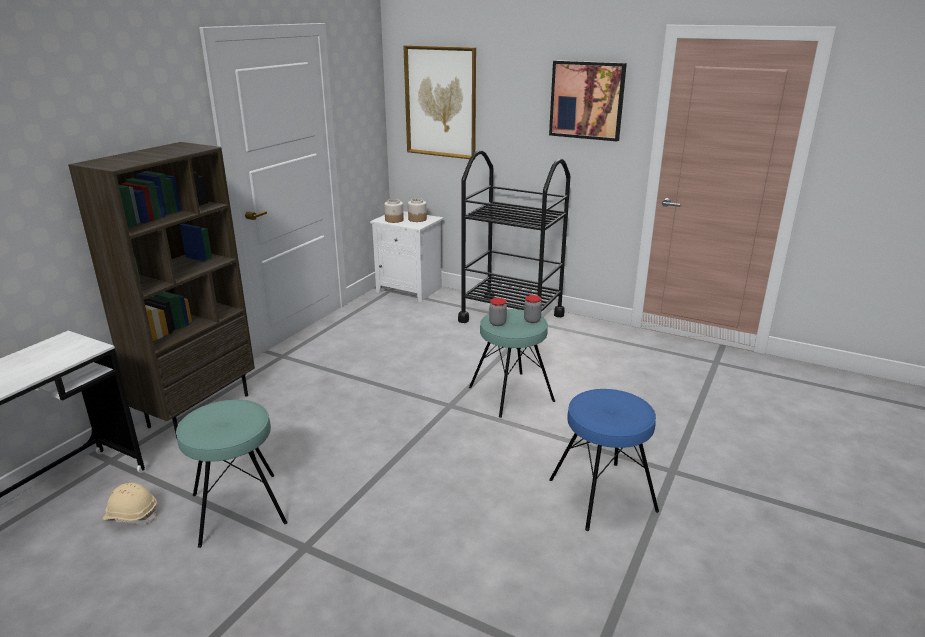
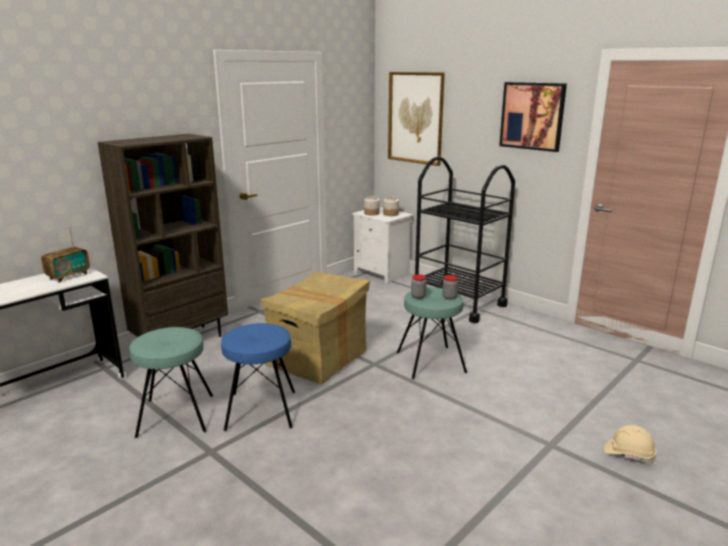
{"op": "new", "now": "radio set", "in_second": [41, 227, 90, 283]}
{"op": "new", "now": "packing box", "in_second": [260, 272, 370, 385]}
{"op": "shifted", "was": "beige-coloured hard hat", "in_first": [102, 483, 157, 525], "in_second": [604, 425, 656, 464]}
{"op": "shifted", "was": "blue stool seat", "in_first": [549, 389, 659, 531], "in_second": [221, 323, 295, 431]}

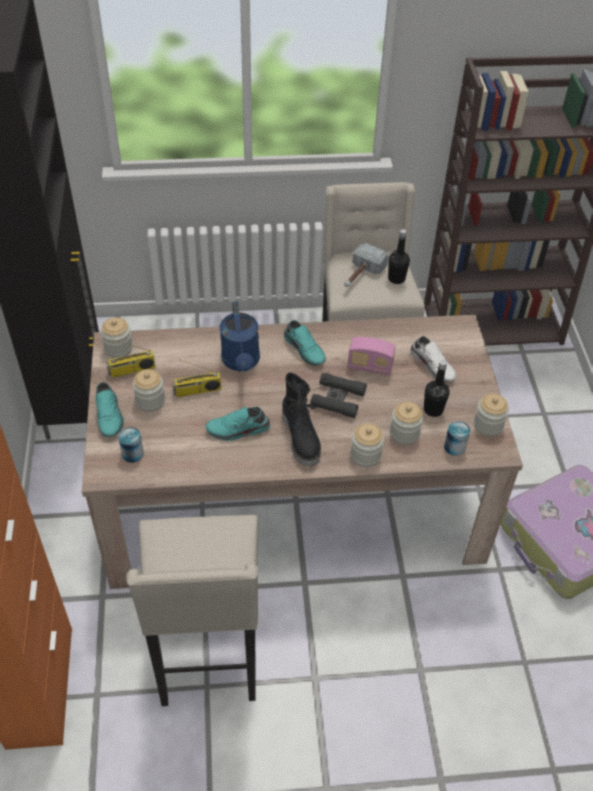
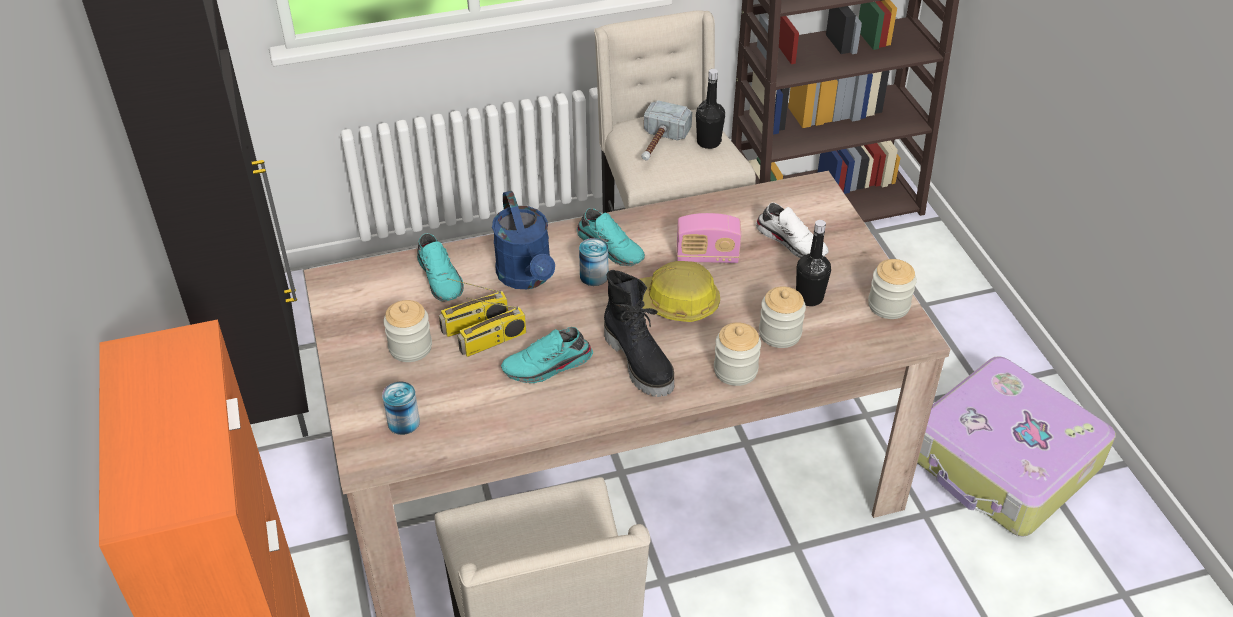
{"op": "gone", "was": "jar", "in_first": [101, 317, 133, 358]}
{"op": "shifted", "was": "turquoise-coloured low shoe", "in_first": [95, 382, 124, 437], "in_second": [417, 233, 464, 302]}
{"op": "shifted", "was": "radio set", "in_first": [106, 340, 156, 378], "in_second": [457, 297, 526, 357]}
{"op": "shifted", "was": "can", "in_first": [444, 421, 470, 456], "in_second": [579, 238, 608, 286]}
{"op": "swapped", "was": "blackish binoculars", "now": "hard hat", "in_first": [310, 373, 367, 418], "in_second": [640, 261, 720, 322]}

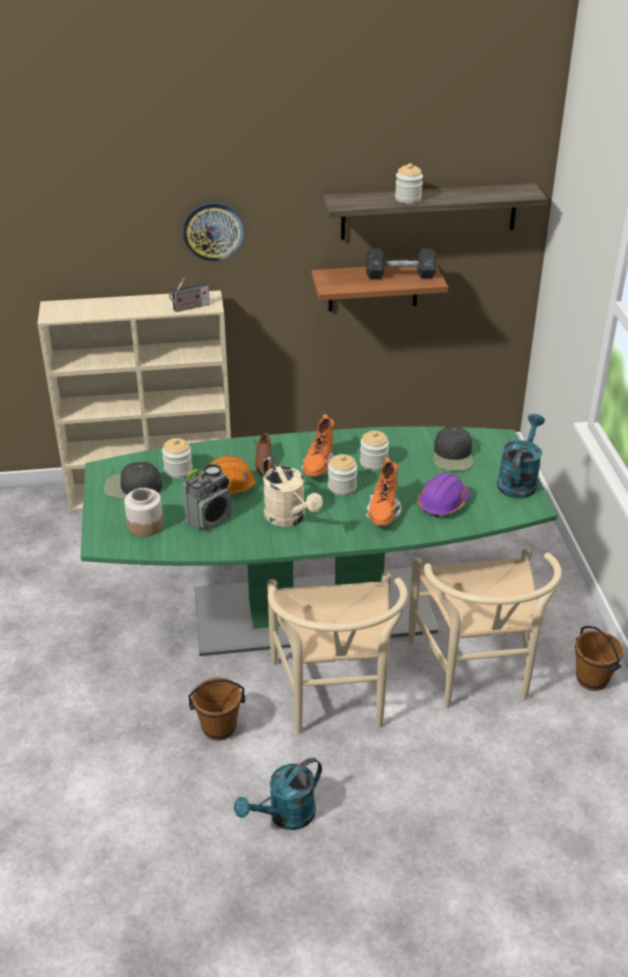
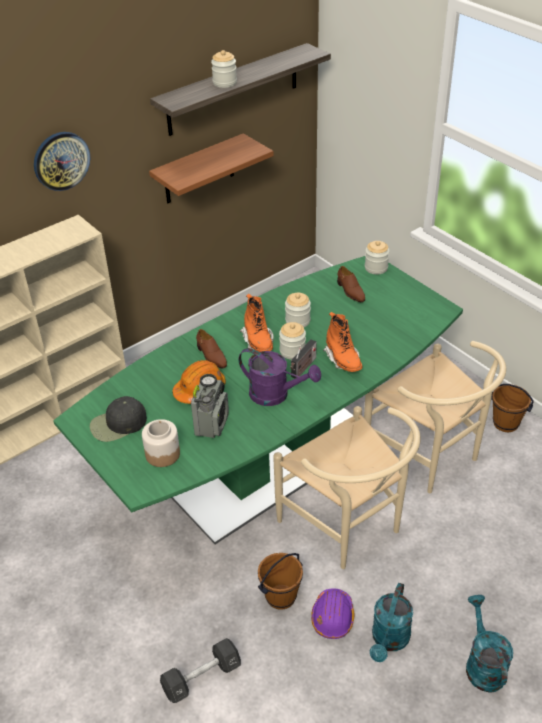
{"op": "shifted", "was": "jar", "in_first": [162, 438, 193, 479], "in_second": [365, 241, 389, 274]}
{"op": "shifted", "was": "radio set", "in_first": [169, 277, 210, 312], "in_second": [290, 339, 316, 379]}
{"op": "shifted", "was": "blackish dumbbell", "in_first": [366, 248, 437, 279], "in_second": [160, 638, 241, 703]}
{"op": "shifted", "was": "purple hard hat", "in_first": [417, 472, 470, 517], "in_second": [311, 588, 355, 639]}
{"op": "shifted", "was": "turquoise-coloured sprinkling can", "in_first": [497, 414, 545, 498], "in_second": [466, 595, 513, 692]}
{"op": "swapped", "was": "blackish cap", "now": "brown low shoe", "in_first": [433, 426, 473, 471], "in_second": [337, 266, 365, 302]}
{"op": "repainted", "was": "beige-coloured sprinkling can", "now": "purple sprinkling can", "in_first": [263, 457, 323, 527], "in_second": [239, 348, 321, 406]}

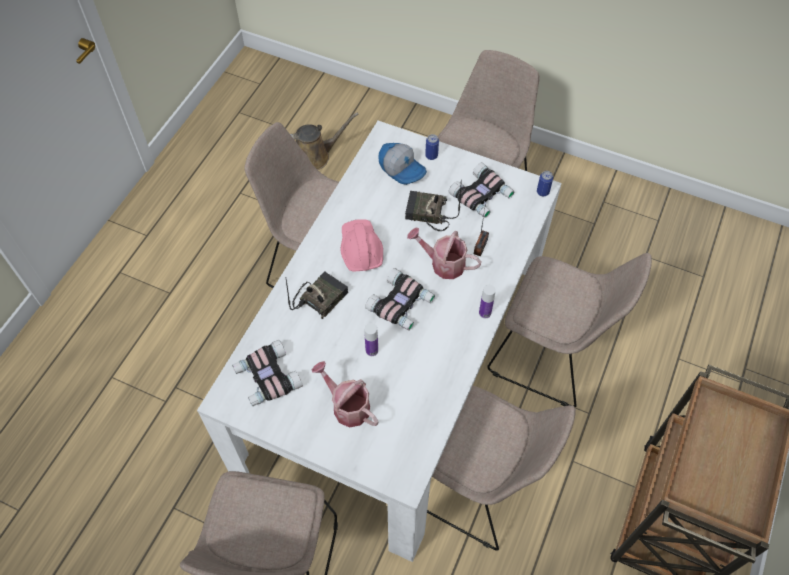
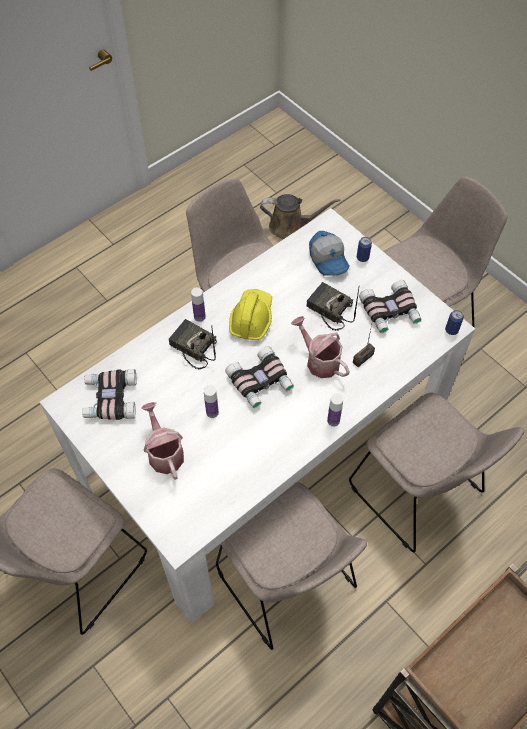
{"op": "new", "now": "bottle", "in_second": [191, 287, 206, 322]}
{"op": "repainted", "was": "pink-coloured hard hat", "now": "yellow-coloured hard hat", "in_first": [341, 220, 383, 272], "in_second": [229, 289, 272, 340]}
{"op": "rotated", "was": "radio set", "in_first": [286, 271, 348, 319], "in_second": [169, 319, 217, 370], "clockwise": -120}

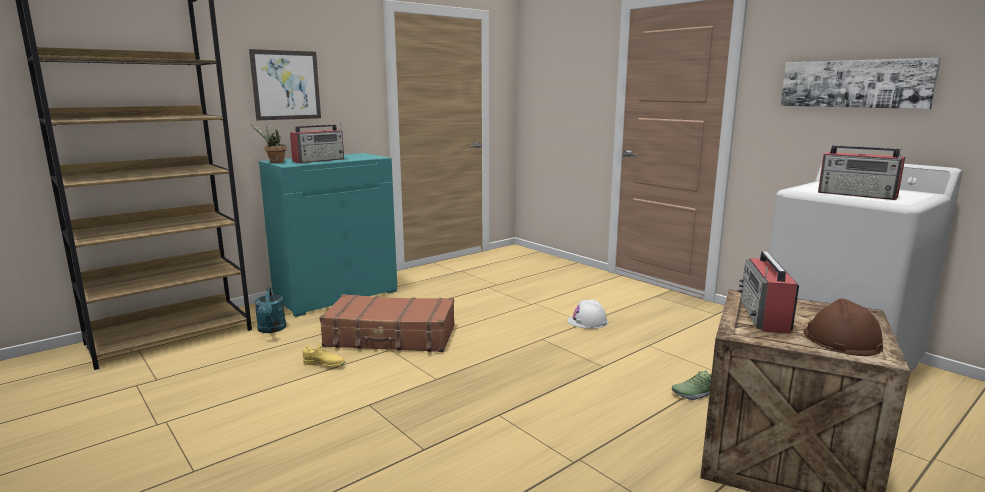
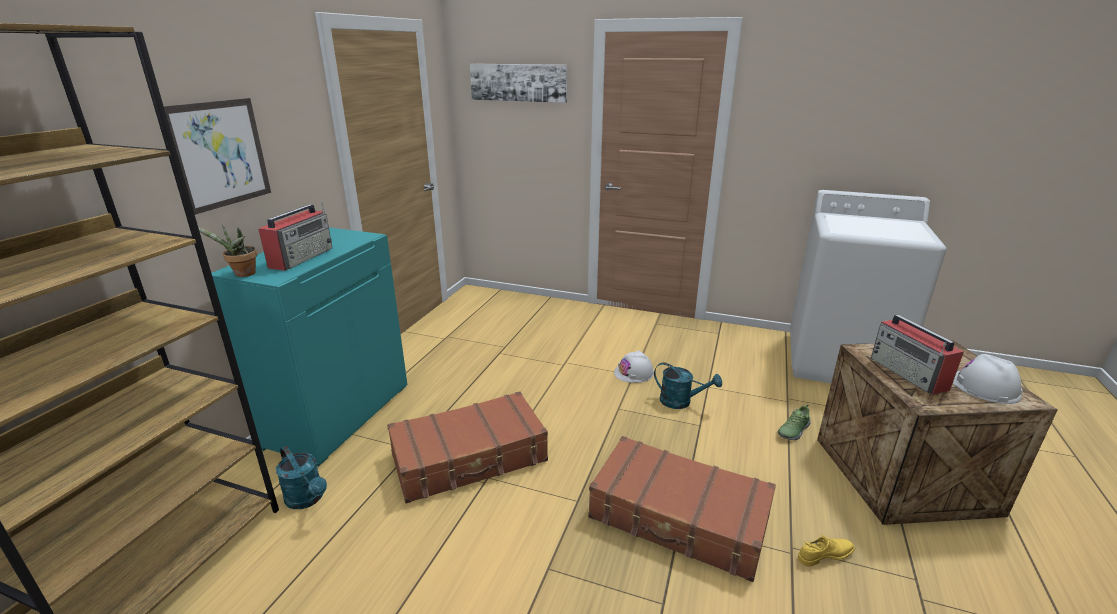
{"op": "gone", "was": "radio set", "in_first": [818, 145, 905, 200]}
{"op": "new", "now": "brown travel case", "in_second": [588, 436, 776, 582]}
{"op": "new", "now": "turquoise-coloured sprinkling can", "in_second": [654, 362, 722, 409]}
{"op": "shifted", "was": "yellow-coloured low shoe", "in_first": [302, 343, 345, 367], "in_second": [798, 534, 855, 567]}
{"op": "shifted", "was": "wall art", "in_first": [781, 58, 941, 109], "in_second": [470, 64, 567, 103]}
{"op": "repainted", "was": "brown hard hat", "now": "whitish hard hat", "in_first": [804, 298, 883, 356], "in_second": [953, 354, 1023, 404]}

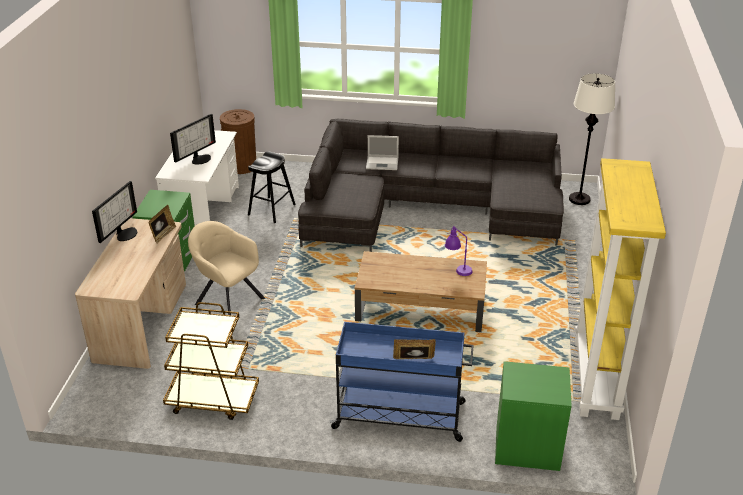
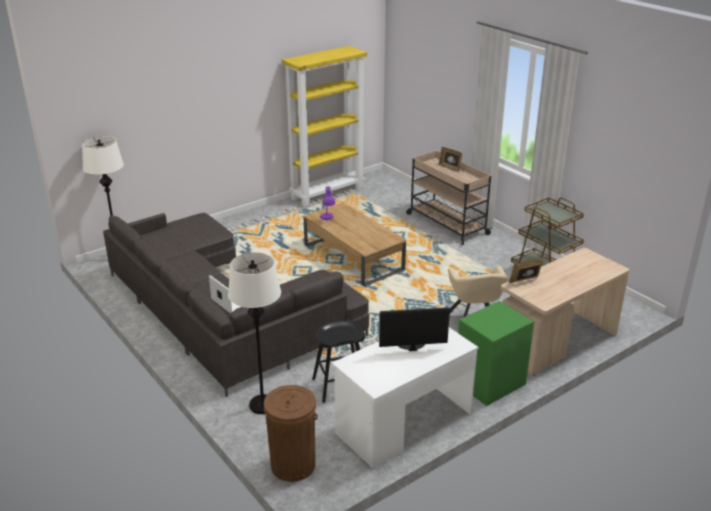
{"op": "gone", "was": "computer screen", "in_first": [92, 181, 137, 243]}
{"op": "gone", "was": "green nightstand", "in_first": [495, 361, 572, 471]}
{"op": "new", "now": "whitish standard lamp", "in_second": [228, 252, 281, 414]}
{"op": "repainted", "was": "blue wheeled cart", "now": "beige-coloured wheeled cart", "in_first": [330, 322, 474, 442], "in_second": [406, 150, 492, 245]}

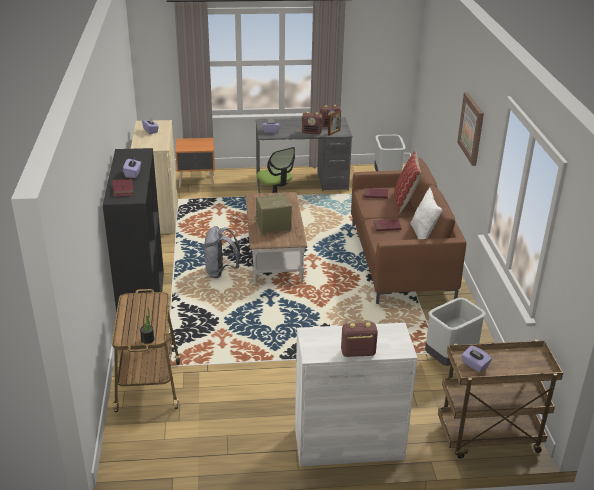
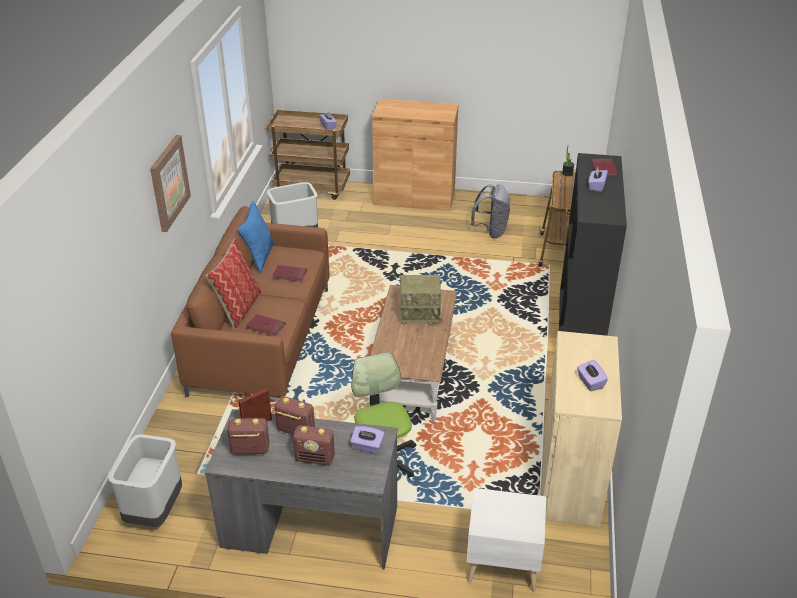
{"op": "shifted", "was": "grey backpack", "in_first": [203, 226, 240, 278], "in_second": [471, 184, 511, 238]}
{"op": "shifted", "was": "radio set", "in_first": [341, 323, 378, 357], "in_second": [293, 425, 335, 465]}
{"op": "repainted", "was": "orangey nightstand", "now": "whitish nightstand", "in_first": [175, 138, 215, 188], "in_second": [467, 488, 546, 592]}
{"op": "repainted", "was": "whitish cabinet", "now": "brown cabinet", "in_first": [295, 323, 417, 466], "in_second": [372, 99, 459, 211]}
{"op": "repainted", "was": "whitish cushion", "now": "blue cushion", "in_first": [410, 188, 443, 239], "in_second": [238, 201, 275, 273]}

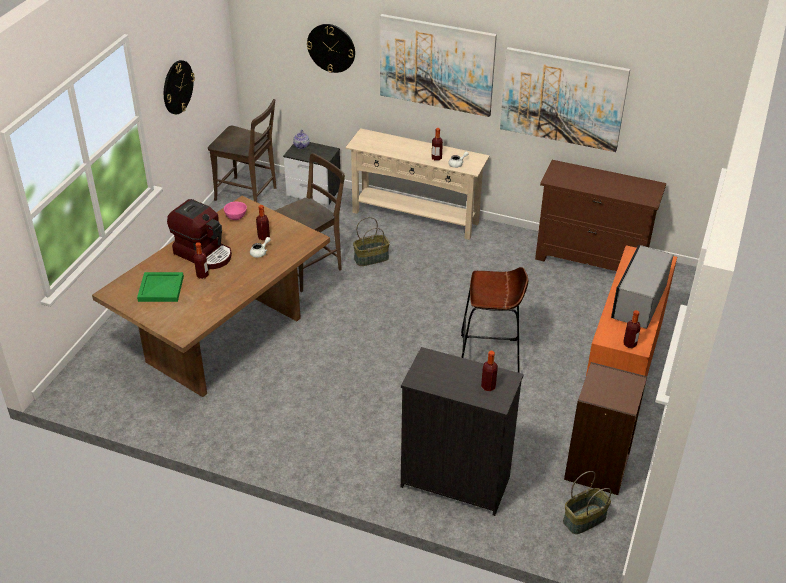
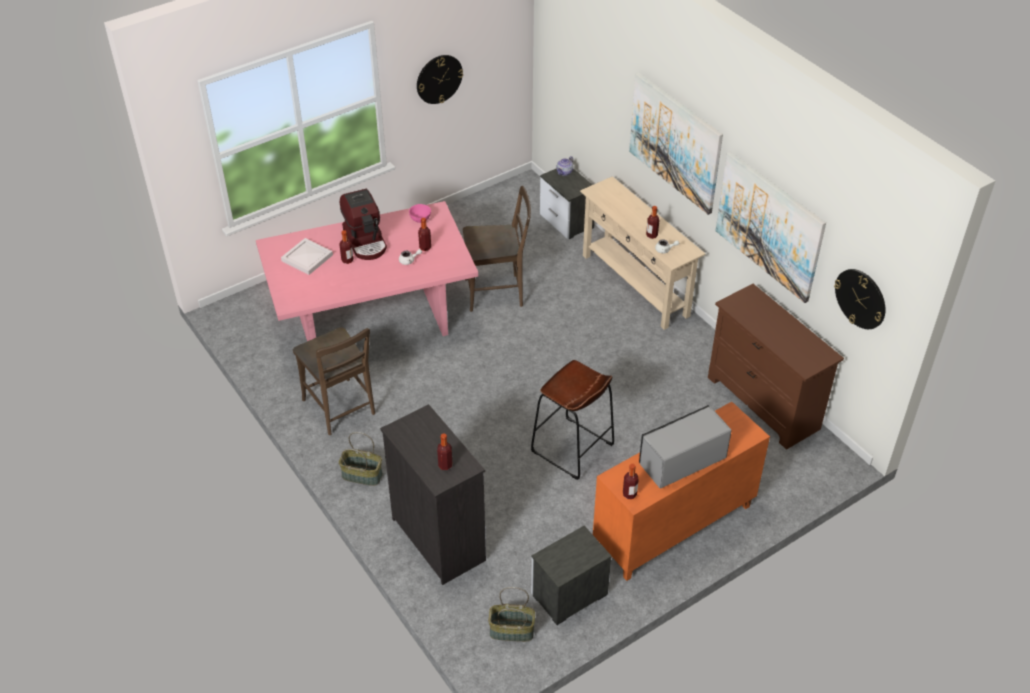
{"op": "shifted", "was": "brown chair", "in_first": [208, 99, 276, 202], "in_second": [293, 327, 375, 435]}
{"op": "shifted", "was": "wall clock", "in_first": [307, 24, 355, 73], "in_second": [834, 269, 886, 329]}
{"op": "shifted", "was": "storage basket", "in_first": [353, 217, 390, 266], "in_second": [339, 432, 383, 486]}
{"op": "swapped", "was": "brown bookcase", "now": "nightstand", "in_first": [564, 362, 647, 495], "in_second": [531, 526, 612, 625]}
{"op": "repainted", "was": "brown kitchen table", "now": "pink-coloured kitchen table", "in_first": [92, 196, 330, 397], "in_second": [256, 201, 478, 341]}
{"op": "repainted", "was": "green tray", "now": "whitish tray", "in_first": [137, 272, 184, 302], "in_second": [281, 238, 333, 275]}

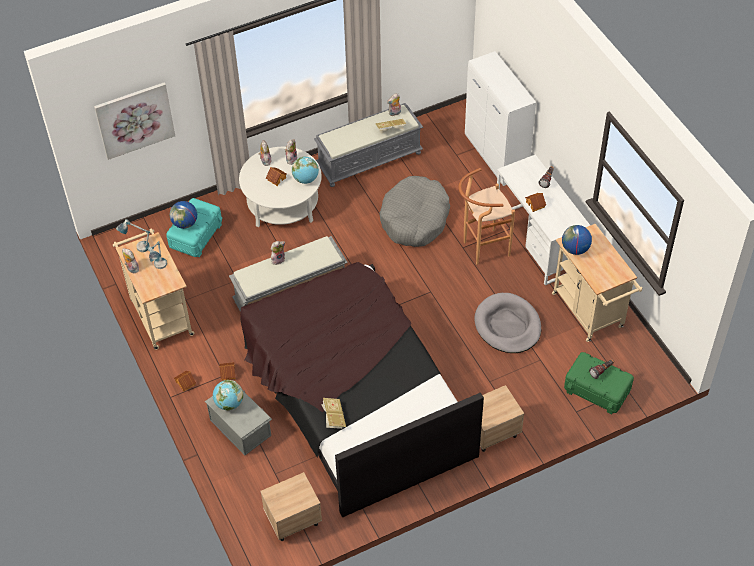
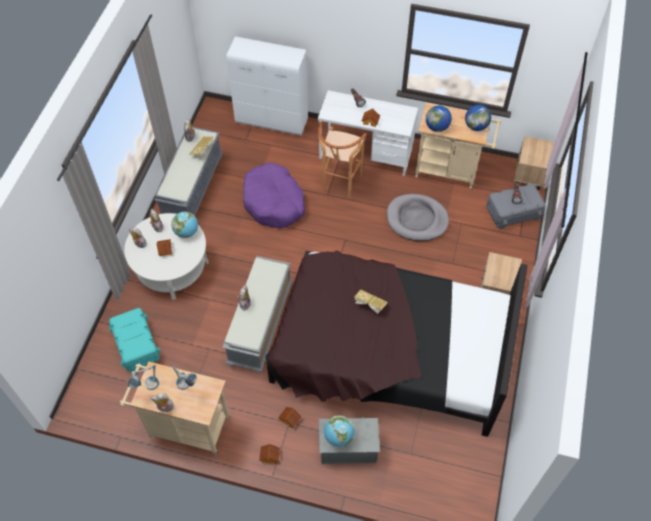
{"op": "gone", "was": "wall art", "in_first": [94, 82, 175, 160]}
{"op": "shifted", "was": "desk globe", "in_first": [170, 201, 197, 229], "in_second": [465, 105, 491, 131]}
{"op": "shifted", "was": "beige-coloured nightstand", "in_first": [261, 472, 322, 541], "in_second": [514, 136, 554, 190]}
{"op": "shifted", "was": "book", "in_first": [321, 398, 346, 429], "in_second": [354, 290, 388, 314]}
{"op": "repainted", "was": "grey pet bed", "now": "purple pet bed", "in_first": [379, 176, 450, 247], "in_second": [243, 163, 305, 228]}
{"op": "repainted", "was": "green storage bin", "now": "grey storage bin", "in_first": [564, 352, 634, 415], "in_second": [486, 184, 546, 230]}

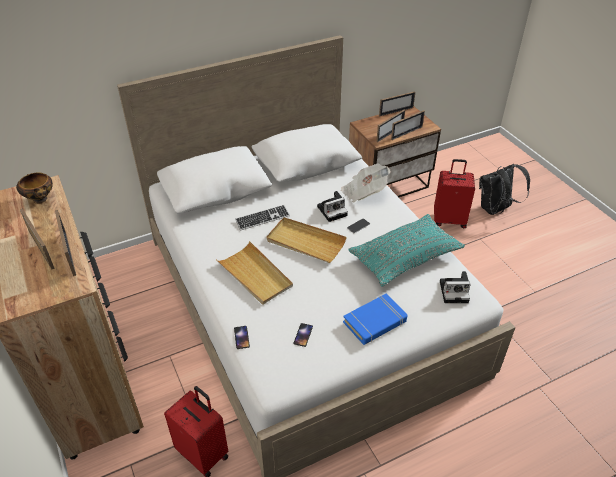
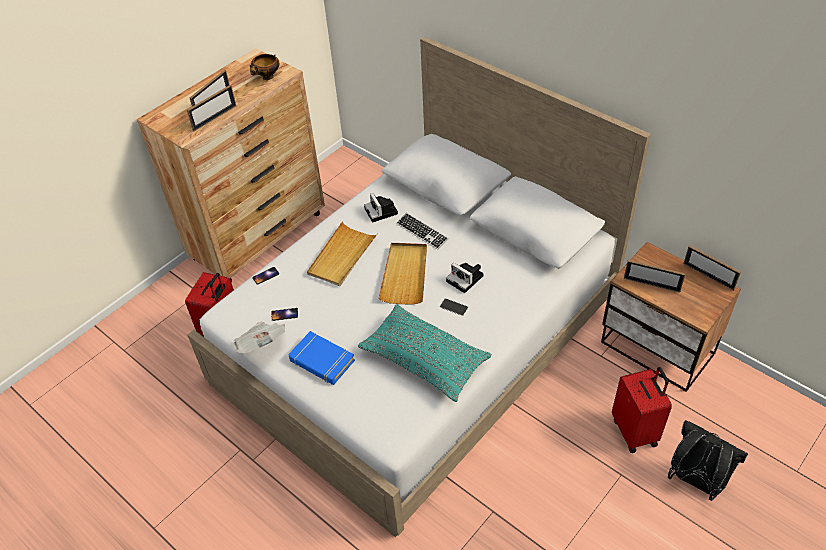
{"op": "gone", "was": "standing frame", "in_first": [391, 110, 425, 140]}
{"op": "shifted", "was": "printed paper", "in_first": [341, 163, 391, 203], "in_second": [233, 322, 285, 353]}
{"op": "shifted", "was": "photo camera", "in_first": [440, 271, 471, 303], "in_second": [364, 193, 398, 223]}

